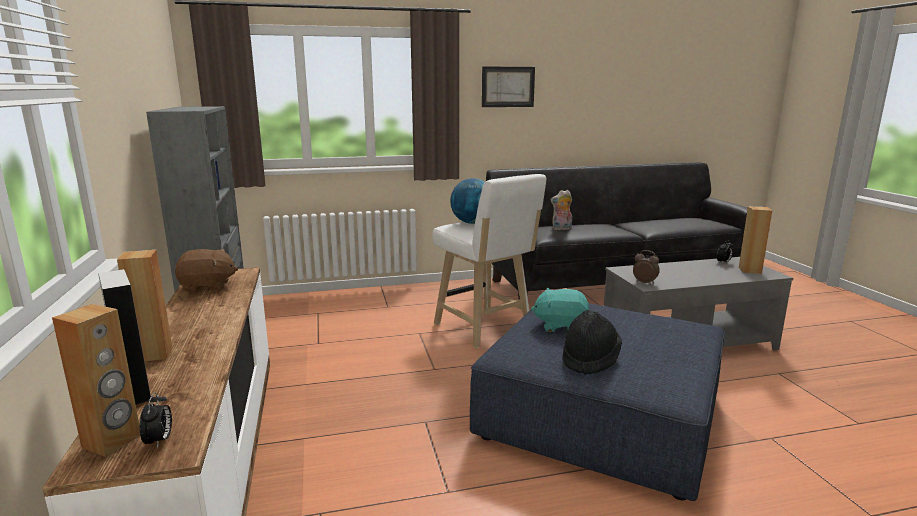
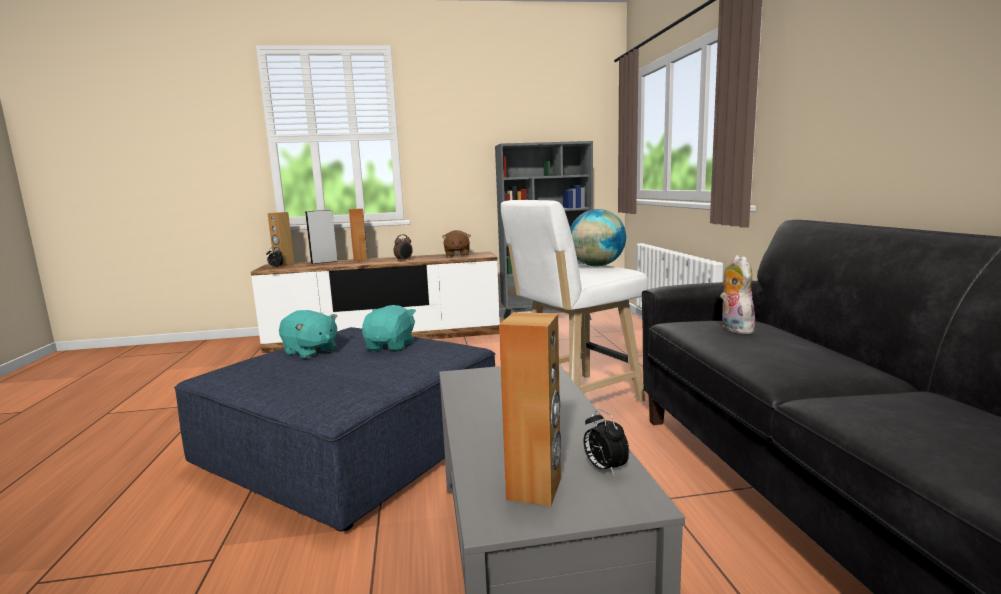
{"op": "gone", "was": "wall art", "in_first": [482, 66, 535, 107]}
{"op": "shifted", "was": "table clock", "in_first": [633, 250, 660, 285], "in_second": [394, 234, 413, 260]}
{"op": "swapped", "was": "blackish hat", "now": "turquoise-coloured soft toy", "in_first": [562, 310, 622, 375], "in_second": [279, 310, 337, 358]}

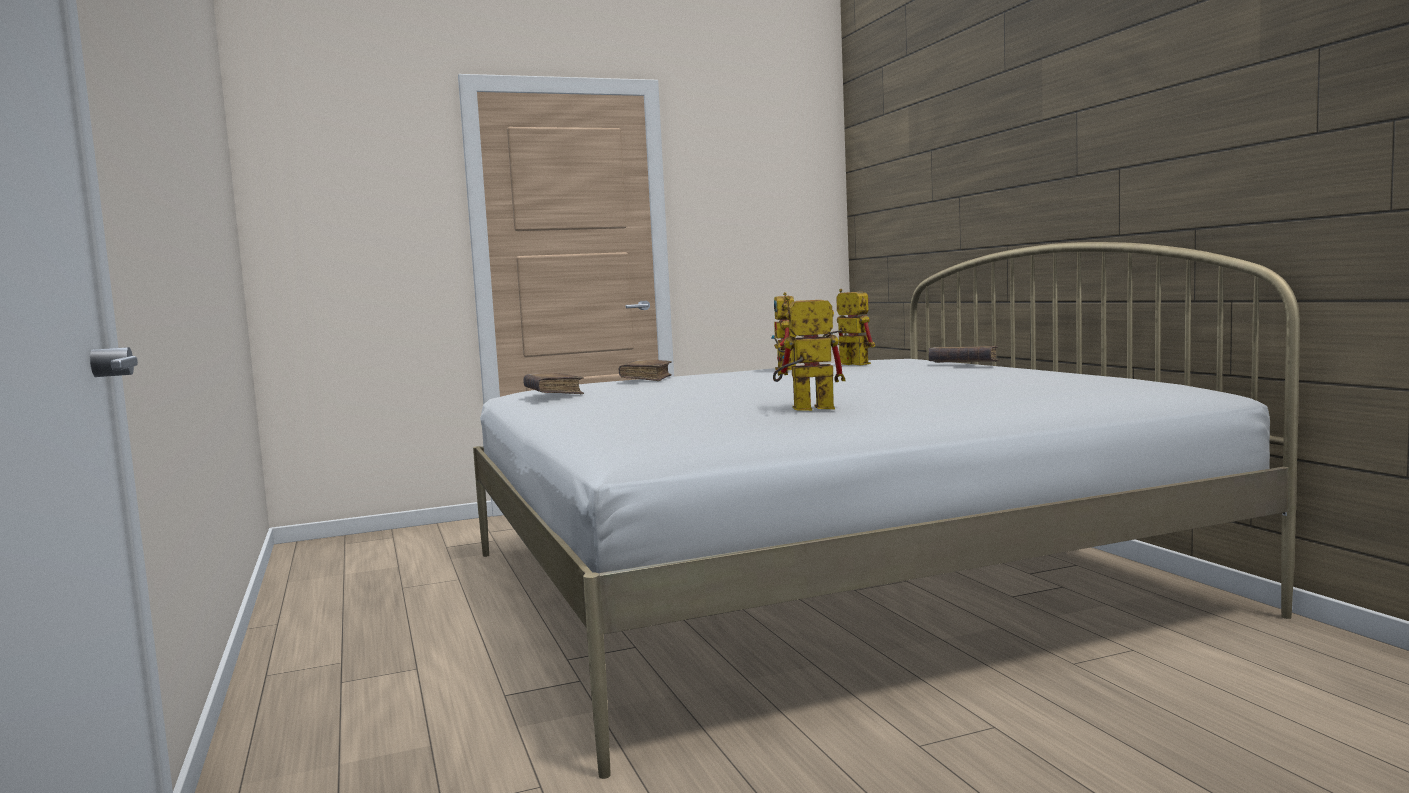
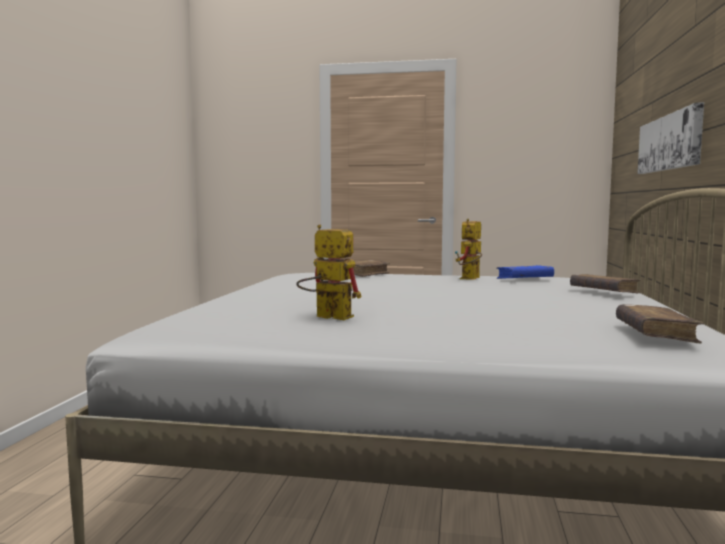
{"op": "new", "now": "wall art", "in_second": [638, 102, 704, 174]}
{"op": "shifted", "was": "brown book", "in_first": [523, 373, 584, 395], "in_second": [616, 304, 704, 344]}
{"op": "swapped", "was": "robot figure", "now": "blue book", "in_first": [823, 289, 875, 366], "in_second": [496, 265, 554, 279]}

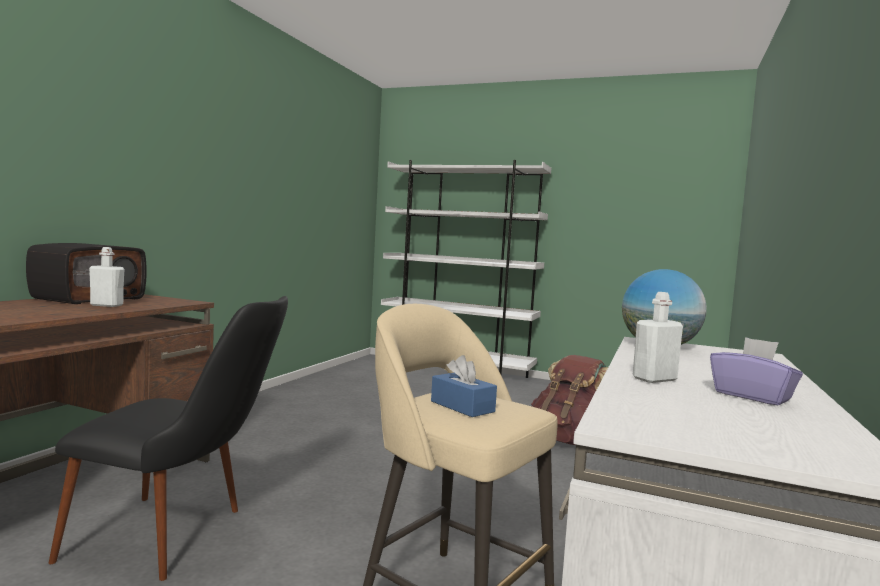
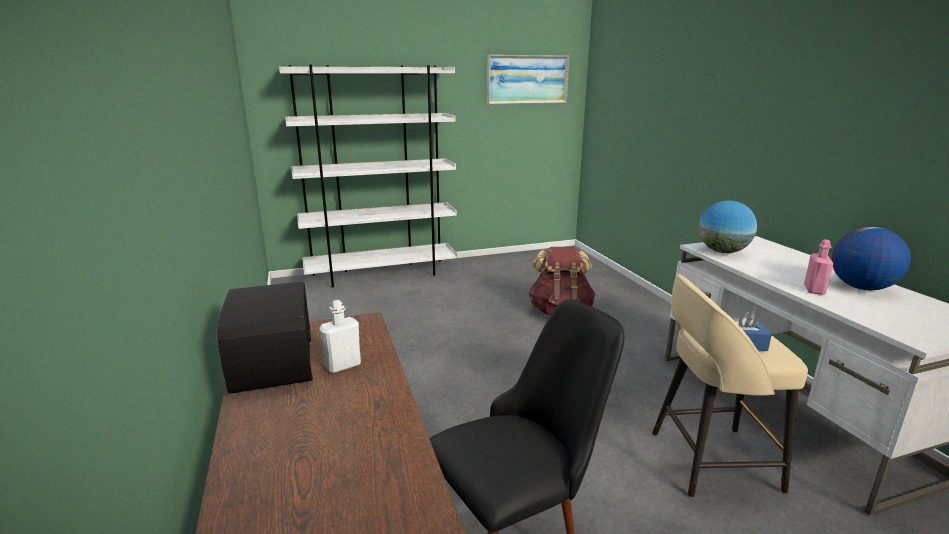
{"op": "new", "now": "wall art", "in_second": [487, 55, 570, 105]}
{"op": "swapped", "was": "purple box of tissues", "now": "desk globe", "in_first": [710, 337, 803, 406], "in_second": [832, 227, 911, 290]}
{"op": "repainted", "was": "whitish bottle", "now": "pink-coloured bottle", "in_first": [633, 292, 683, 383], "in_second": [804, 239, 834, 295]}

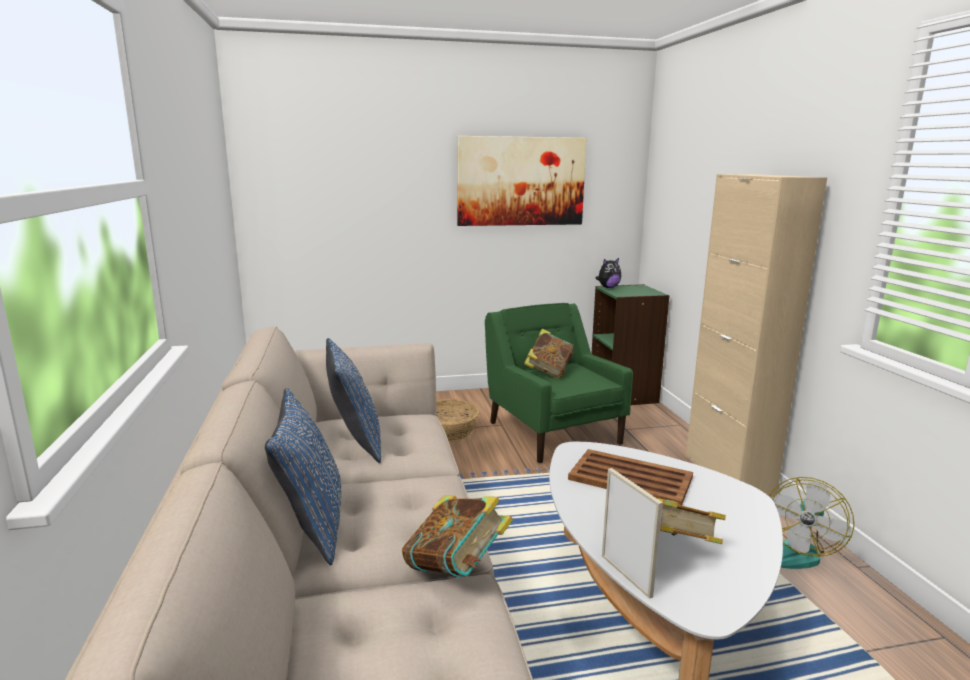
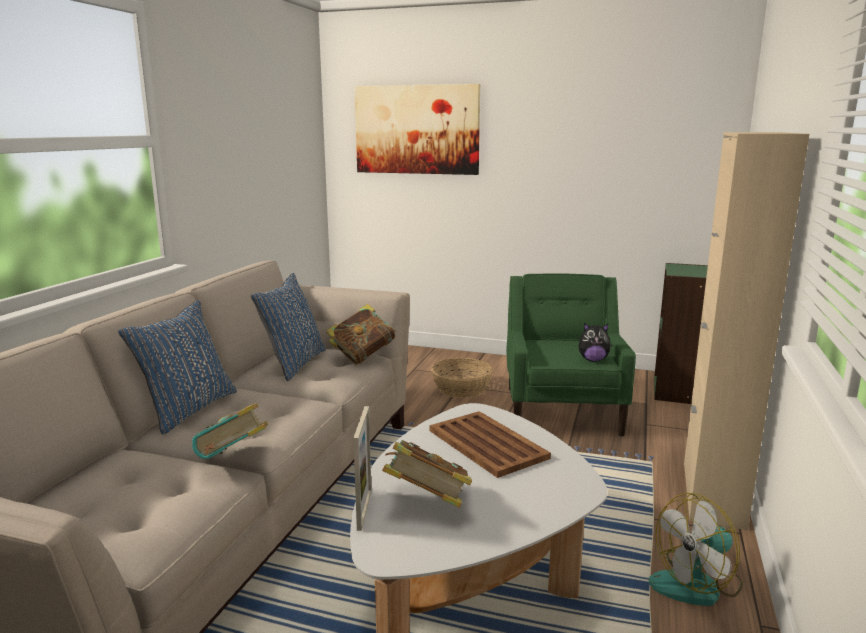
{"op": "shifted", "was": "wall art", "in_first": [457, 136, 587, 226], "in_second": [355, 84, 480, 175]}
{"op": "shifted", "was": "book", "in_first": [524, 329, 574, 378], "in_second": [326, 304, 396, 365]}
{"op": "shifted", "was": "soft toy", "in_first": [596, 258, 621, 288], "in_second": [579, 323, 611, 362]}

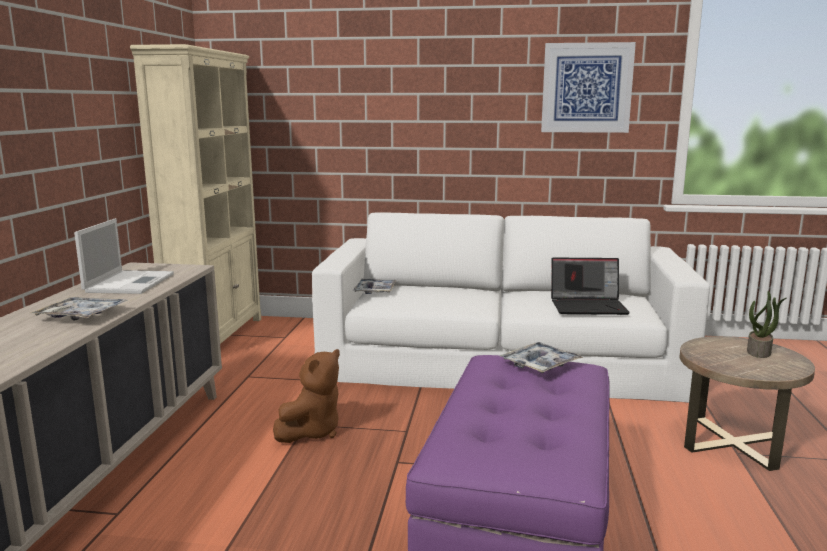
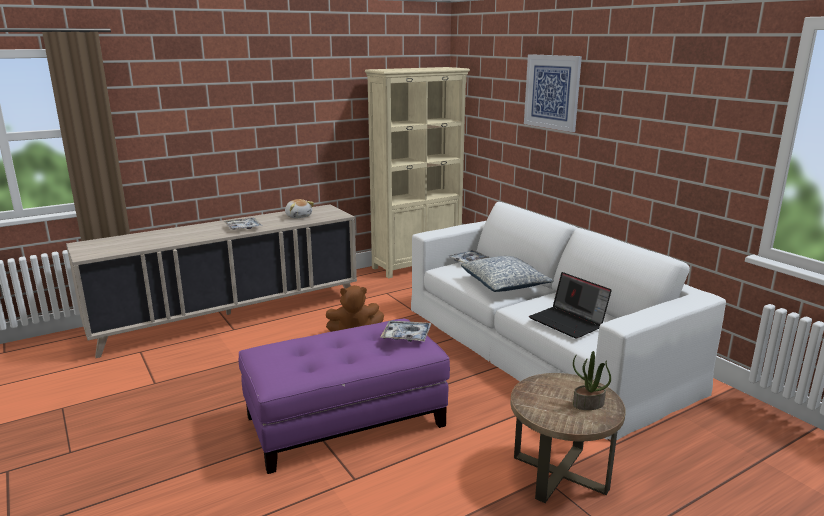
{"op": "new", "now": "cushion", "in_second": [461, 256, 554, 292]}
{"op": "shifted", "was": "wall art", "in_first": [541, 42, 636, 133], "in_second": [524, 54, 582, 132]}
{"op": "swapped", "was": "portable computer", "now": "soft toy", "in_first": [74, 218, 174, 294], "in_second": [285, 199, 314, 218]}

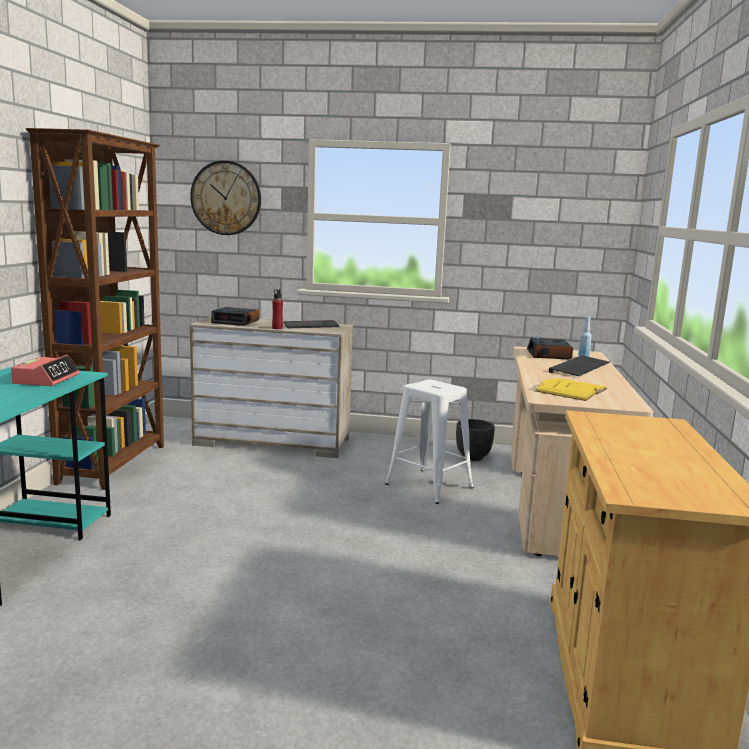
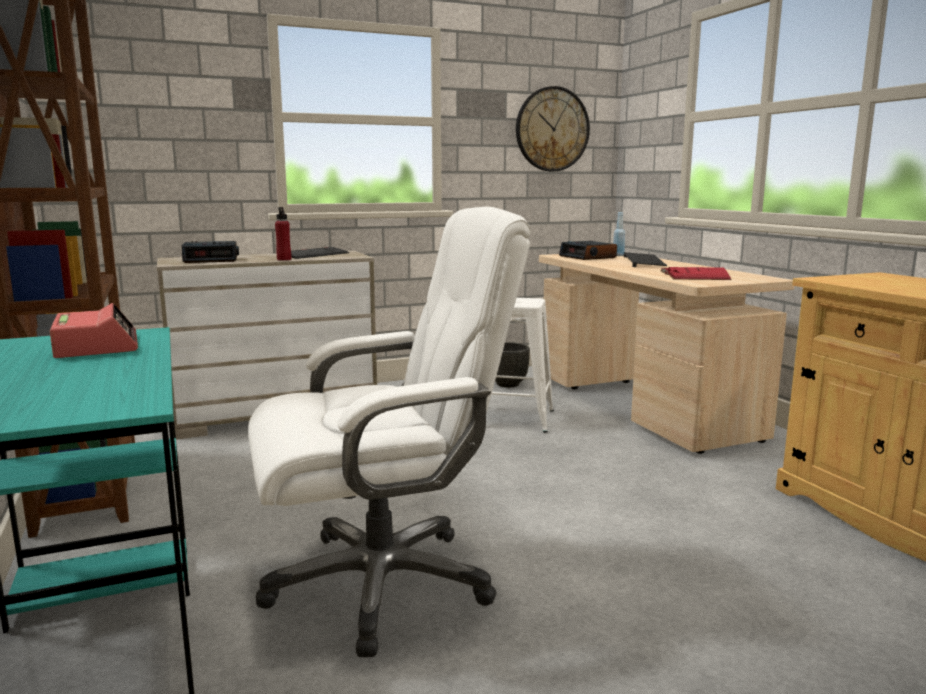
{"op": "new", "now": "whitish desk chair", "in_second": [248, 207, 531, 657]}
{"op": "shifted", "was": "wall clock", "in_first": [190, 160, 261, 235], "in_second": [516, 86, 590, 172]}
{"op": "repainted", "was": "yellow-coloured book", "now": "reddish book", "in_first": [535, 378, 607, 401], "in_second": [660, 267, 732, 280]}

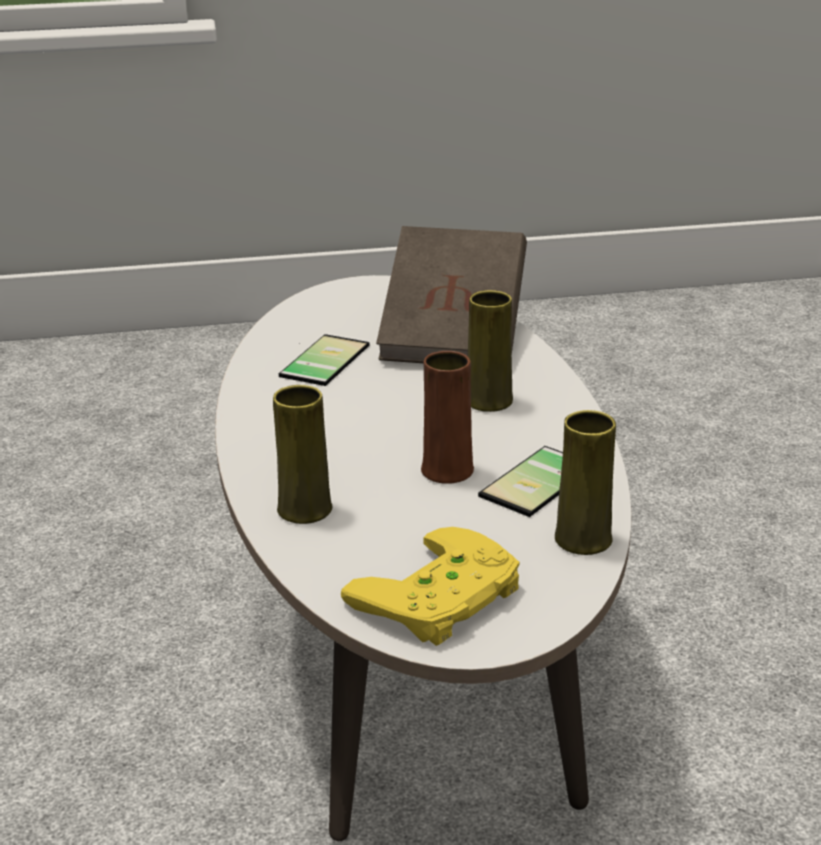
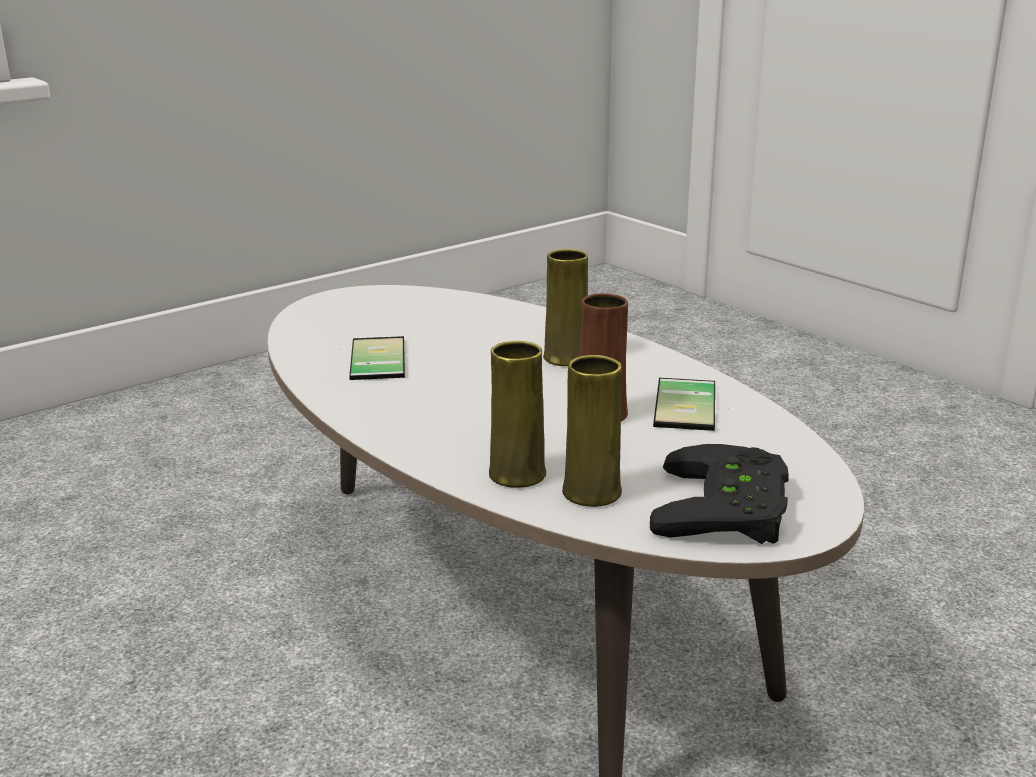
{"op": "gone", "was": "brown book", "in_first": [376, 226, 527, 363]}
{"op": "shifted", "was": "yellow-coloured vase", "in_first": [555, 410, 616, 555], "in_second": [562, 355, 622, 507]}
{"op": "repainted", "was": "yellow-coloured joypad", "now": "blackish joypad", "in_first": [341, 527, 519, 646], "in_second": [650, 444, 789, 544]}

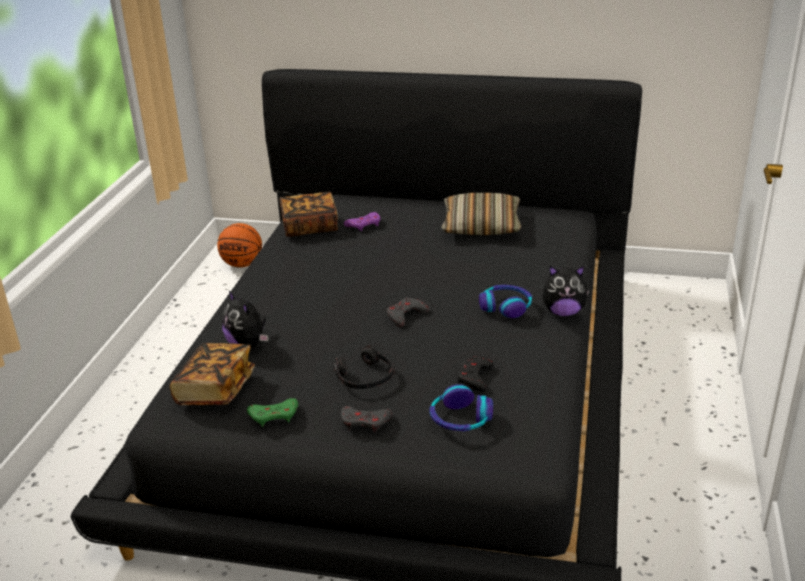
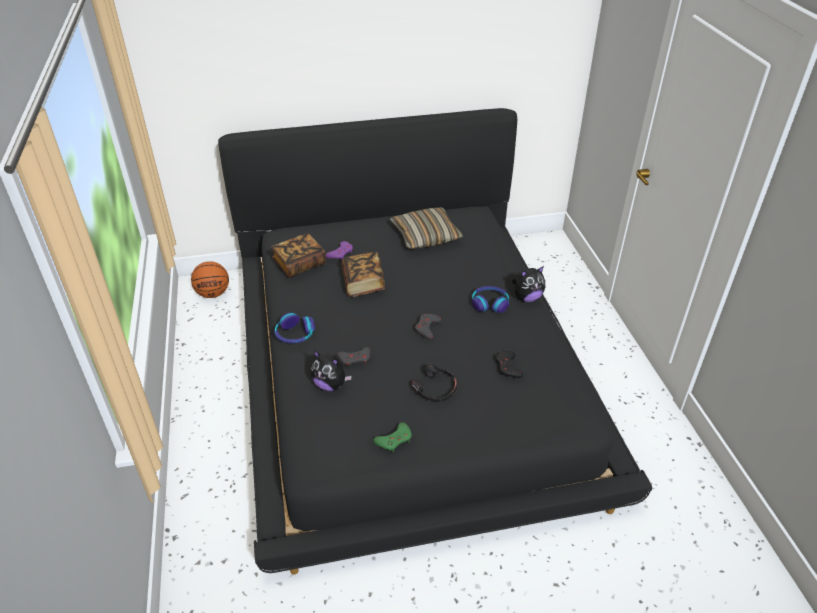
{"op": "shifted", "was": "book", "in_first": [170, 343, 255, 405], "in_second": [341, 252, 385, 297]}
{"op": "shifted", "was": "grey joypad", "in_first": [341, 406, 392, 433], "in_second": [337, 347, 371, 368]}
{"op": "shifted", "was": "pair of headphones", "in_first": [430, 384, 493, 431], "in_second": [274, 313, 315, 343]}

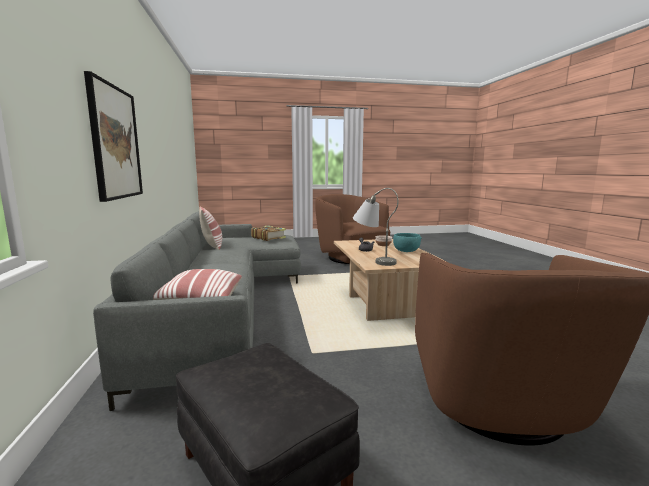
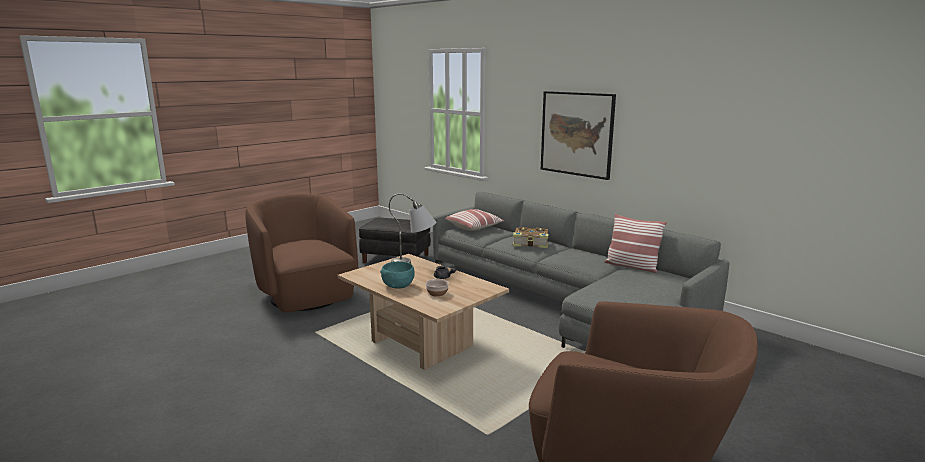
{"op": "shifted", "was": "book", "in_first": [251, 225, 286, 241], "in_second": [513, 227, 548, 248]}

